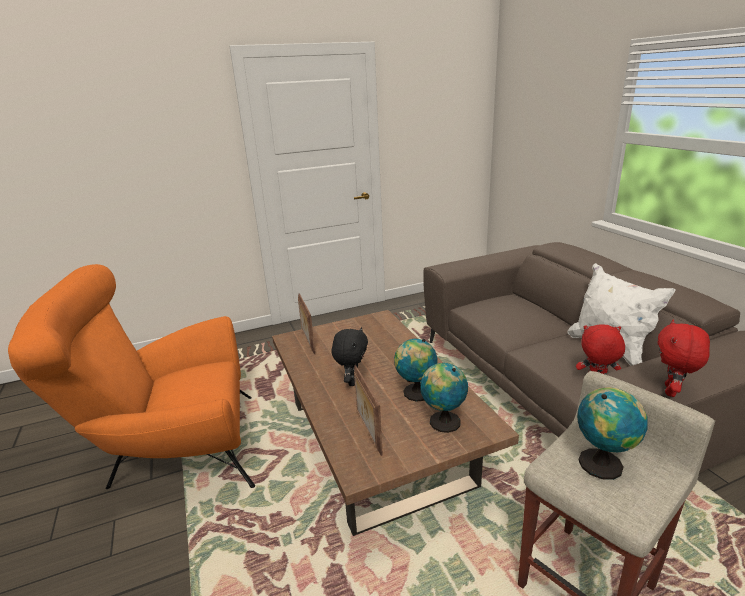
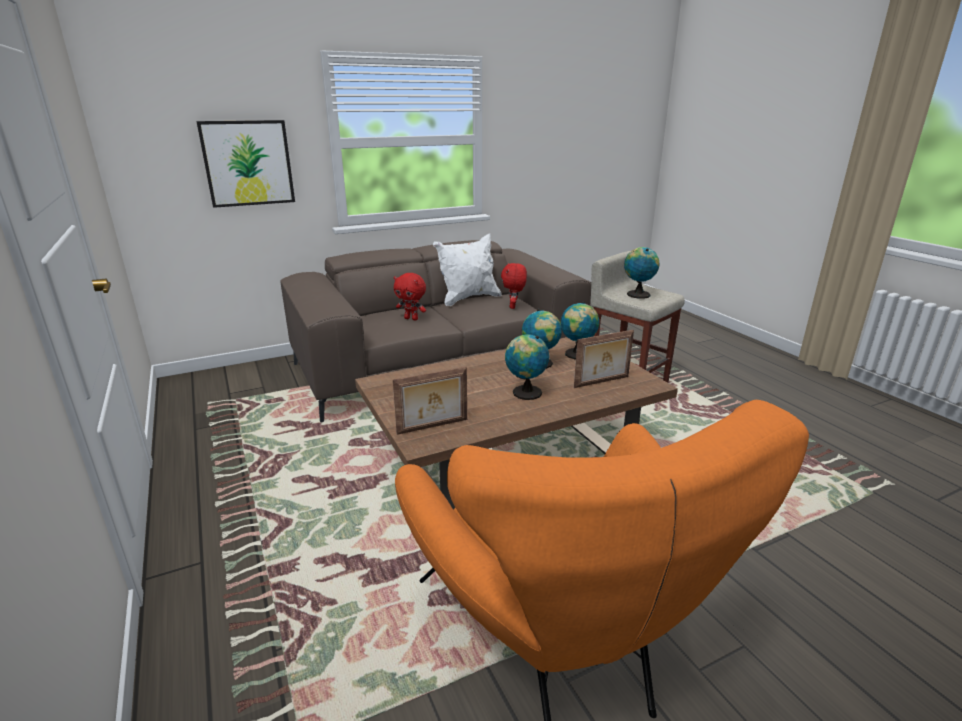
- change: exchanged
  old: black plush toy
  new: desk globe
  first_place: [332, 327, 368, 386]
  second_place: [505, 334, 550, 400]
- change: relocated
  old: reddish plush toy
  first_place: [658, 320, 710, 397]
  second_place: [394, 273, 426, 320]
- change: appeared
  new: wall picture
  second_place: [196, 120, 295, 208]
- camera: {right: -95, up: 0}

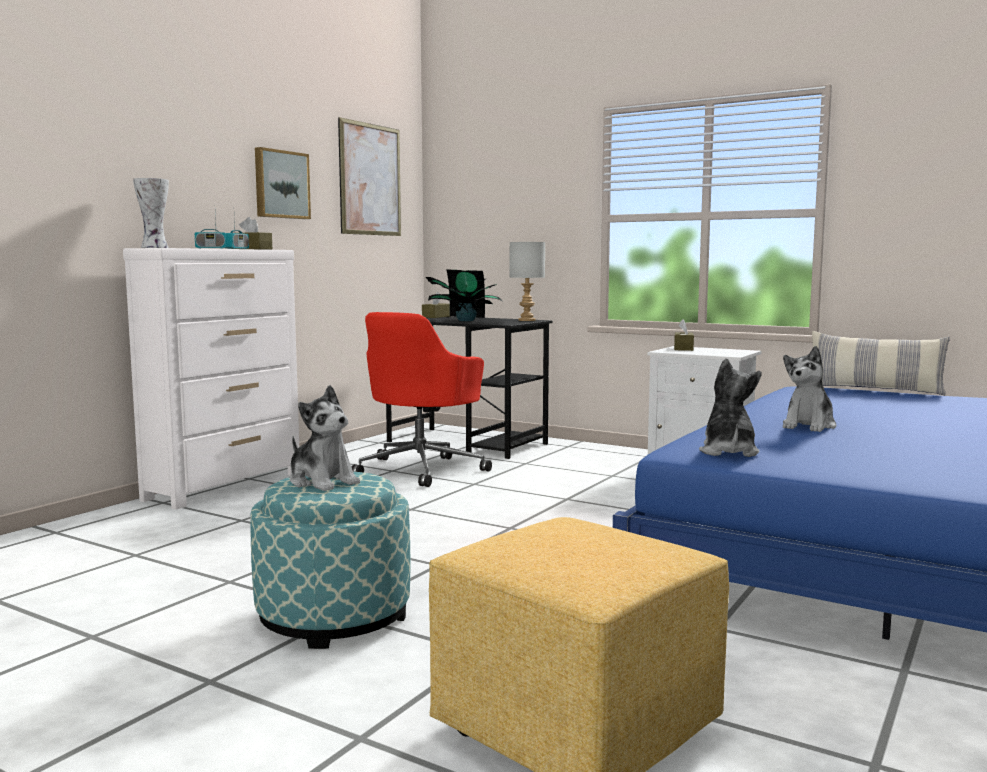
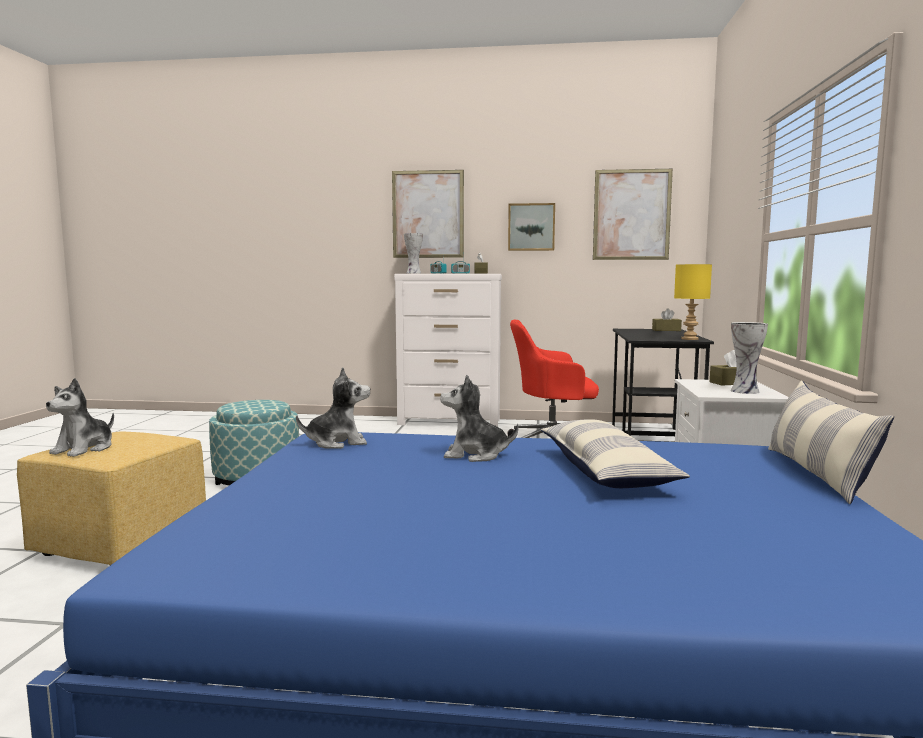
- change: relocated
  old: plush toy
  first_place: [290, 385, 360, 491]
  second_place: [46, 378, 114, 457]
- change: missing
  old: plant in a pot
  first_place: [425, 269, 503, 321]
- change: colour
  old: gray tabletop lamp
  new: yellowish tabletop lamp
  first_place: [509, 242, 545, 321]
  second_place: [674, 264, 712, 340]
- change: appeared
  new: wall picture
  second_place: [392, 170, 464, 258]
- change: appeared
  new: pillow
  second_place: [541, 419, 690, 488]
- change: appeared
  new: vase
  second_place: [731, 322, 768, 394]
- camera: {right: 65, up: 0}

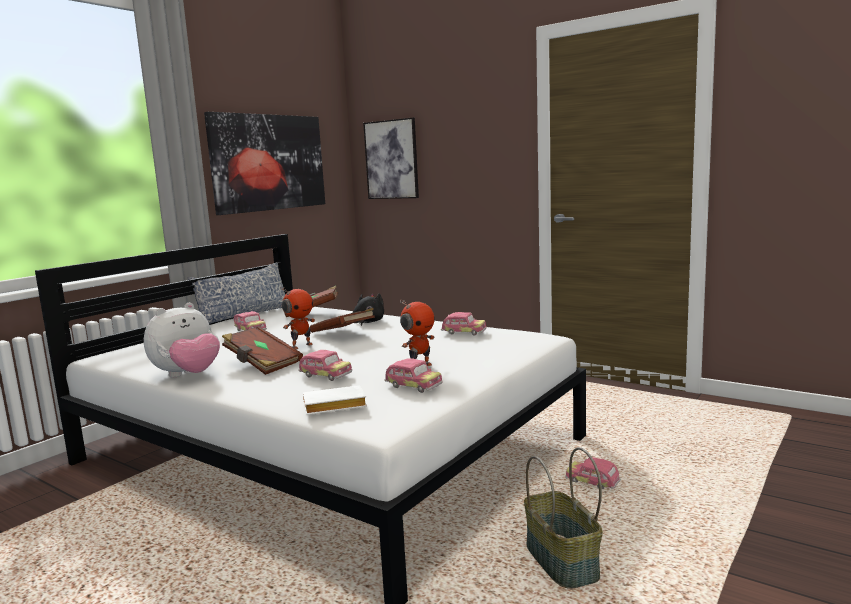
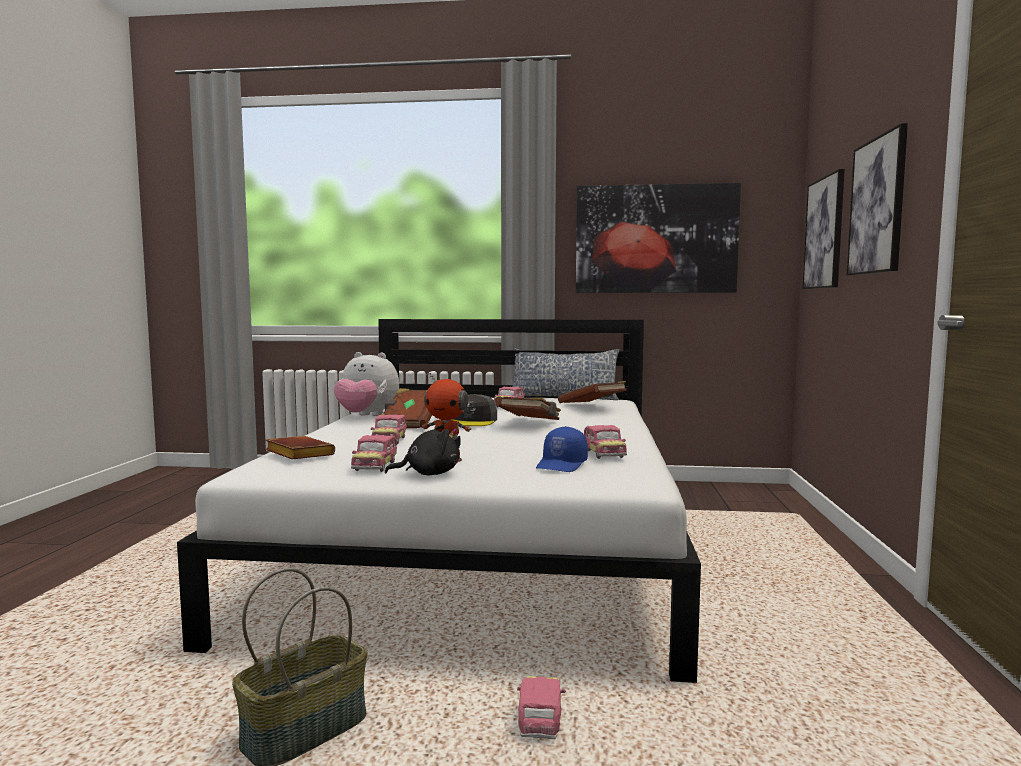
- change: exchanged
  old: toy robot
  new: gray cap
  first_place: [280, 287, 315, 349]
  second_place: [452, 394, 497, 426]
- change: colour
  old: white-coloured bound book
  new: brown bound book
  first_place: [303, 385, 367, 415]
  second_place: [265, 436, 335, 460]
- change: relocated
  old: black plush toy
  first_place: [353, 293, 384, 326]
  second_place: [385, 424, 459, 476]
- change: appeared
  new: blue cap
  second_place: [536, 426, 588, 472]
- change: appeared
  new: wall picture
  second_place: [847, 123, 908, 276]
- camera: {right: 60, up: -5}

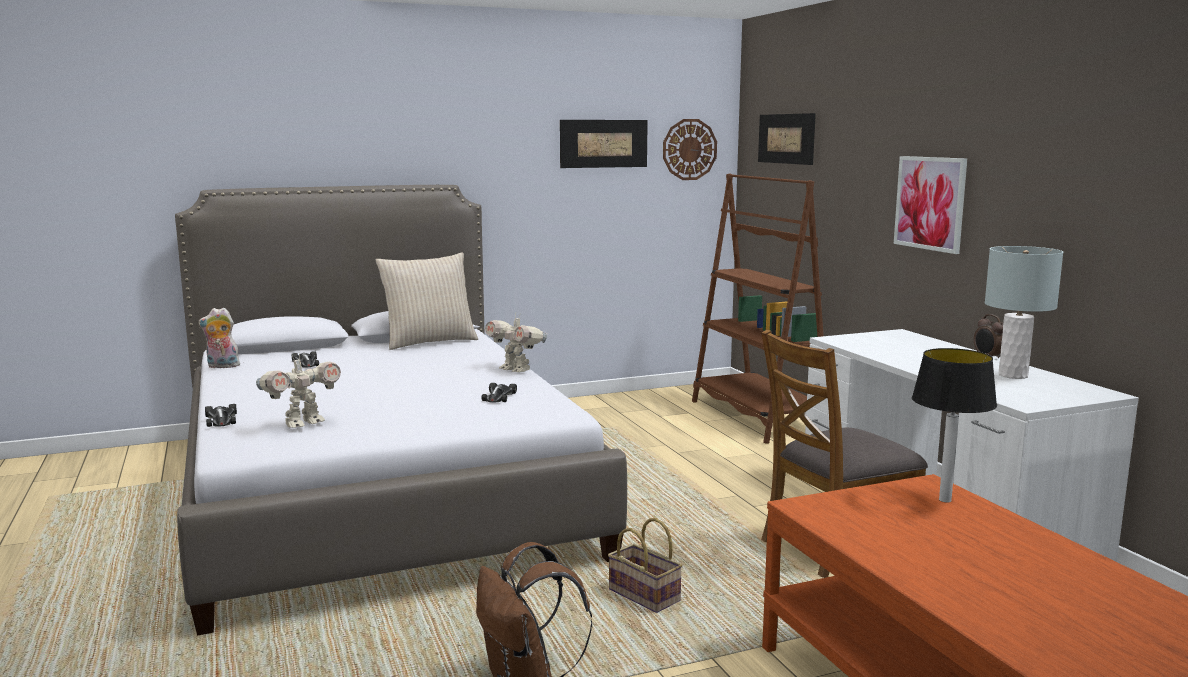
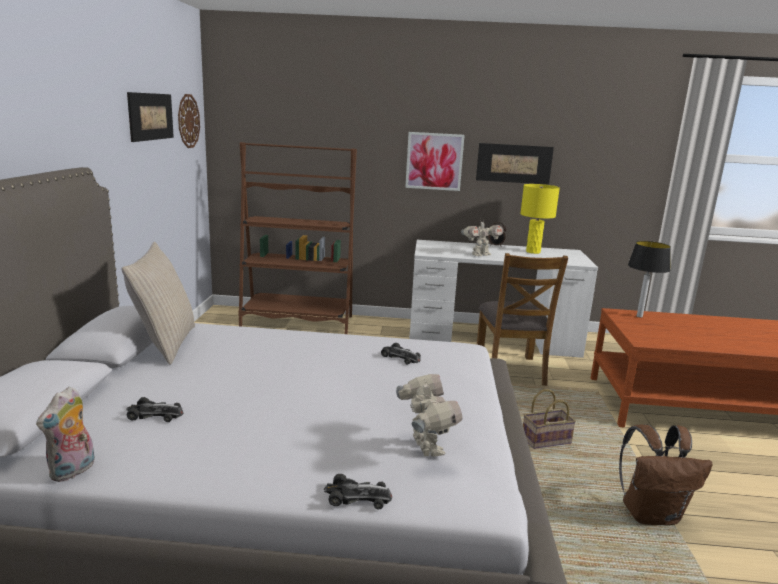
- change: relocated
  old: toy robot
  first_place: [485, 313, 547, 372]
  second_place: [461, 222, 504, 256]
- change: relocated
  old: wall picture
  first_place: [758, 113, 816, 165]
  second_place: [476, 143, 554, 185]
- change: colour
  old: gray tabletop lamp
  new: yellowish tabletop lamp
  first_place: [985, 246, 1063, 379]
  second_place: [520, 184, 560, 254]
- camera: {right: -65, up: 5}

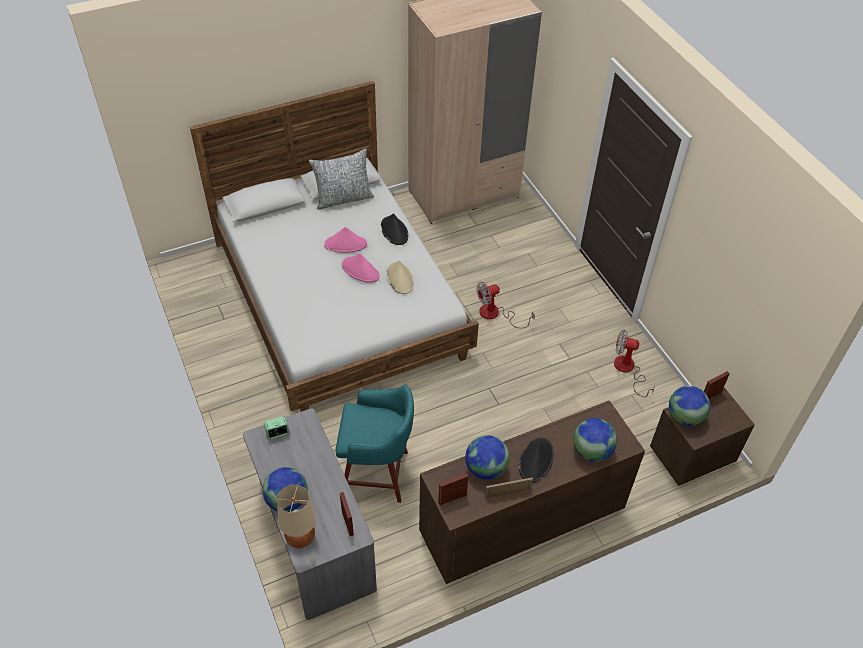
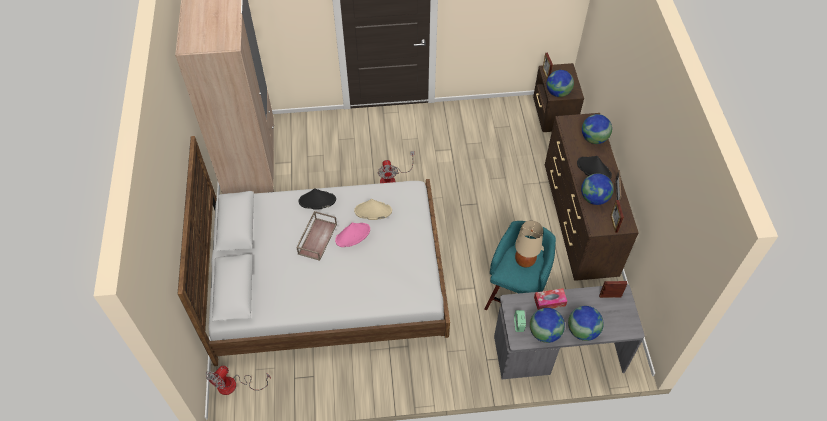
- change: relocated
  old: beige-coloured tabletop lamp
  first_place: [277, 484, 316, 548]
  second_place: [515, 221, 543, 267]
- change: missing
  old: pillow
  first_place: [309, 148, 374, 209]
- change: exchanged
  old: pink hat
  new: brown tray
  first_place: [324, 227, 367, 253]
  second_place: [296, 211, 337, 261]
- change: relocated
  old: fan
  first_place: [614, 329, 655, 397]
  second_place: [205, 365, 271, 395]
- change: appeared
  new: desk globe
  second_place: [530, 308, 565, 343]
- change: appeared
  new: tissue box
  second_place: [534, 288, 567, 310]
- camera: {right: -70, up: 5}

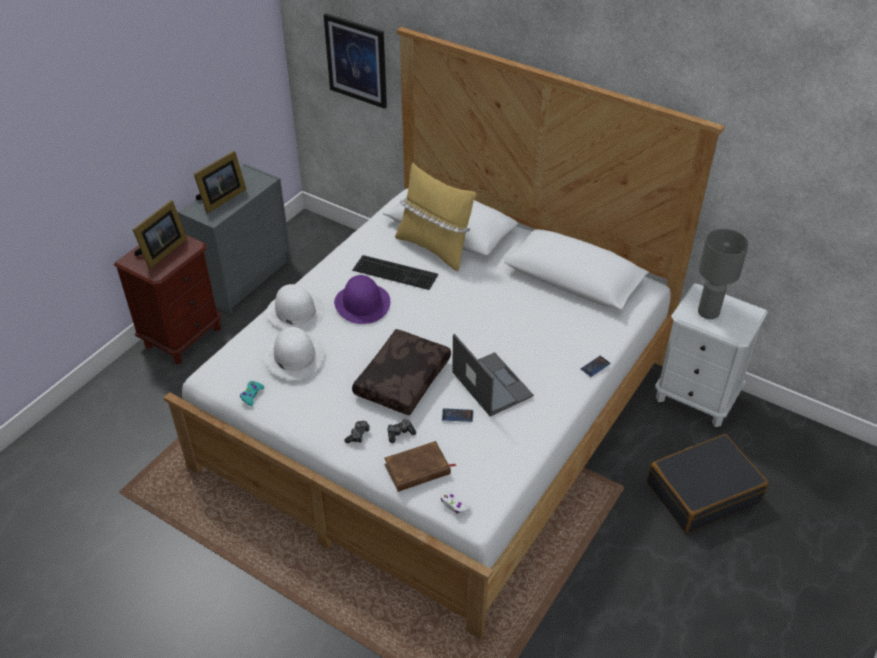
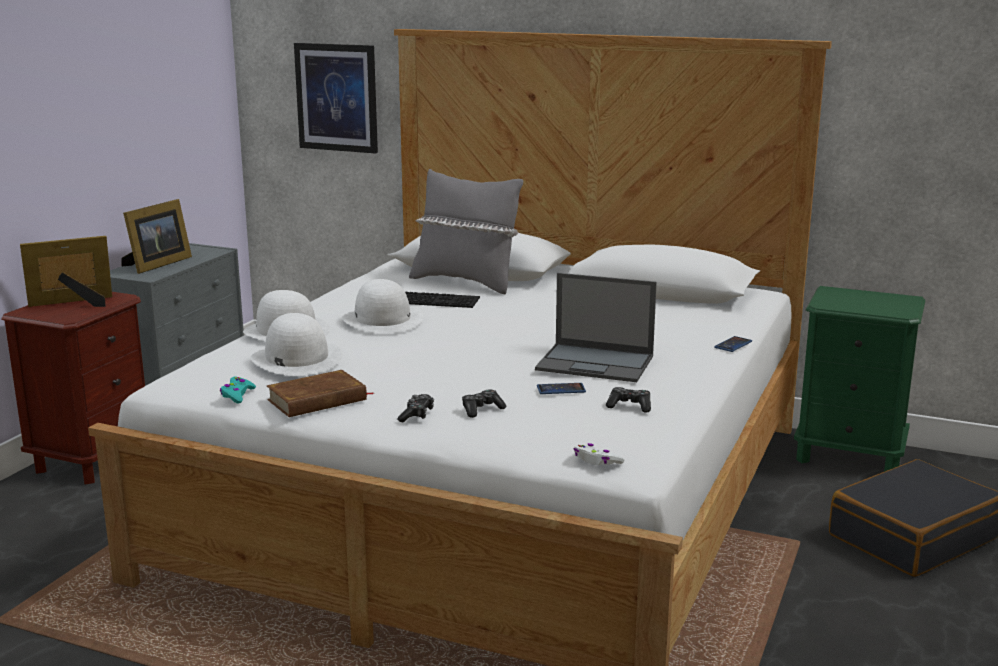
- change: spun
  old: picture frame
  first_place: [133, 200, 187, 269]
  second_place: [20, 236, 112, 307]
  degrees: -135
- change: colour
  old: purple hat
  new: white-coloured hat
  first_place: [334, 275, 390, 324]
  second_place: [342, 279, 423, 334]
- change: missing
  old: brown pillow
  first_place: [352, 329, 451, 415]
- change: relocated
  old: brown bound book
  first_place: [384, 441, 456, 492]
  second_place: [267, 370, 374, 417]
- change: colour
  old: yellowish pillow
  new: gray pillow
  first_place: [395, 163, 476, 271]
  second_place: [409, 169, 523, 294]
- change: spun
  old: notebook computer
  first_place: [452, 334, 534, 416]
  second_place: [535, 273, 657, 382]
  degrees: 150
- change: colour
  old: white-coloured bedside table
  new: green bedside table
  first_place: [655, 283, 768, 427]
  second_place: [794, 286, 925, 472]
- change: missing
  old: gray tabletop lamp
  first_place: [698, 229, 749, 319]
- change: appeared
  new: game controller
  second_place: [606, 387, 651, 413]
- camera: {right: -10, up: -25}

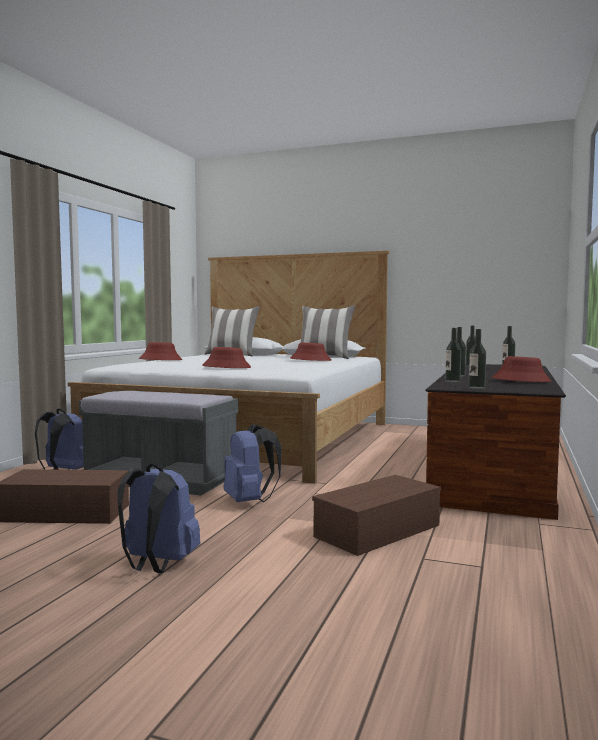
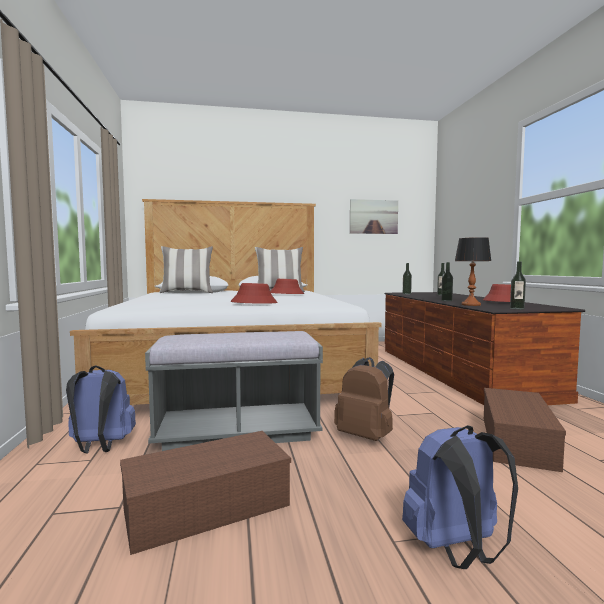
- change: missing
  old: reddish hat
  first_place: [139, 342, 182, 360]
- change: colour
  old: blue knapsack
  new: brown knapsack
  first_place: [223, 424, 282, 502]
  second_place: [334, 357, 394, 441]
- change: exchanged
  old: beverage bottle
  new: tabletop lamp
  first_place: [445, 328, 461, 382]
  second_place: [455, 237, 491, 306]
- change: appeared
  new: wall picture
  second_place: [350, 199, 398, 234]
- camera: {right: -30, up: 0}

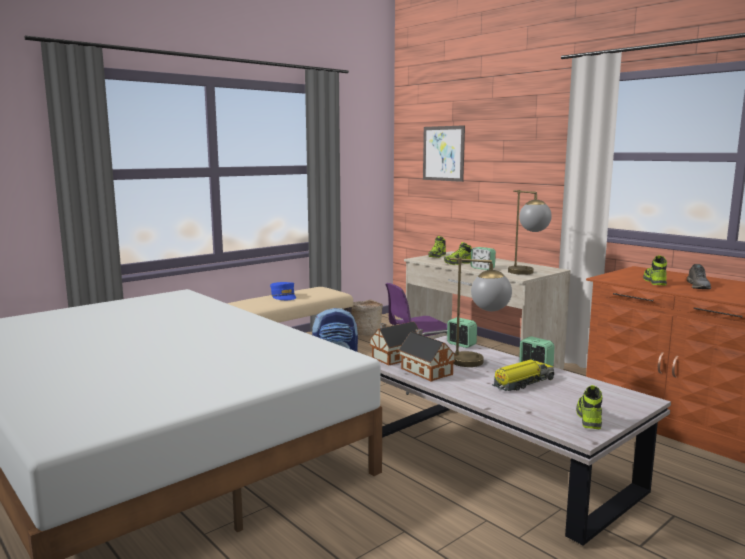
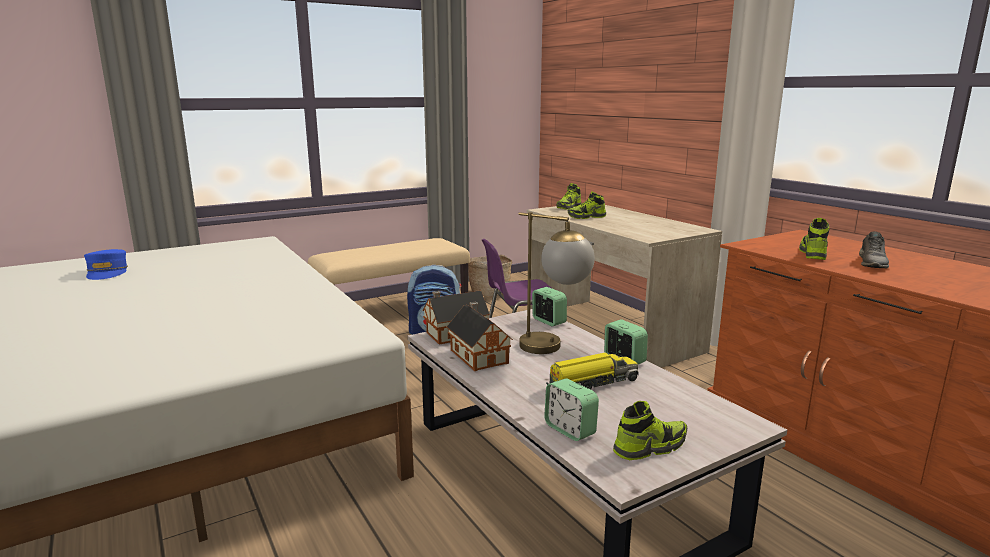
- change: relocated
  old: blue cap
  first_place: [270, 282, 296, 300]
  second_place: [84, 249, 128, 280]
- change: missing
  old: wall picture
  first_place: [423, 125, 465, 182]
- change: relocated
  old: table clock
  first_place: [470, 247, 496, 270]
  second_place: [544, 378, 599, 441]
- change: missing
  old: tabletop lamp
  first_place: [508, 190, 552, 275]
- change: spun
  old: item of footwear
  first_place: [576, 385, 602, 429]
  second_place: [613, 401, 687, 460]
  degrees: 45
- camera: {right: 10, up: 5}

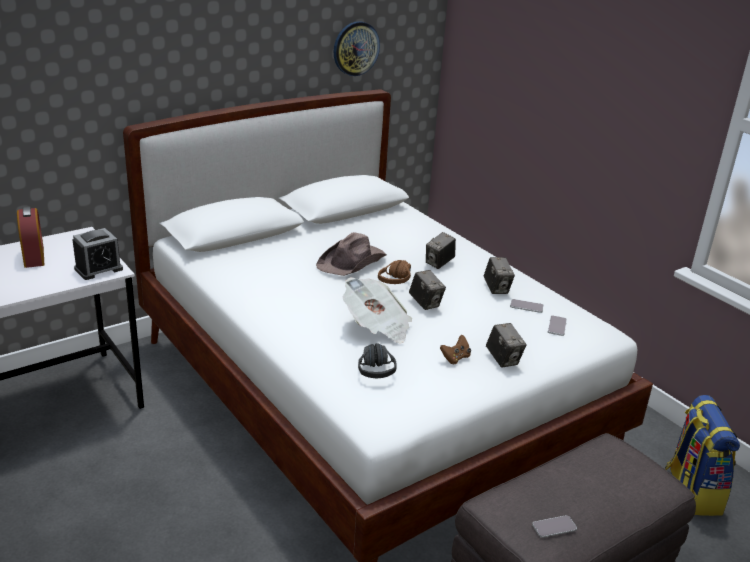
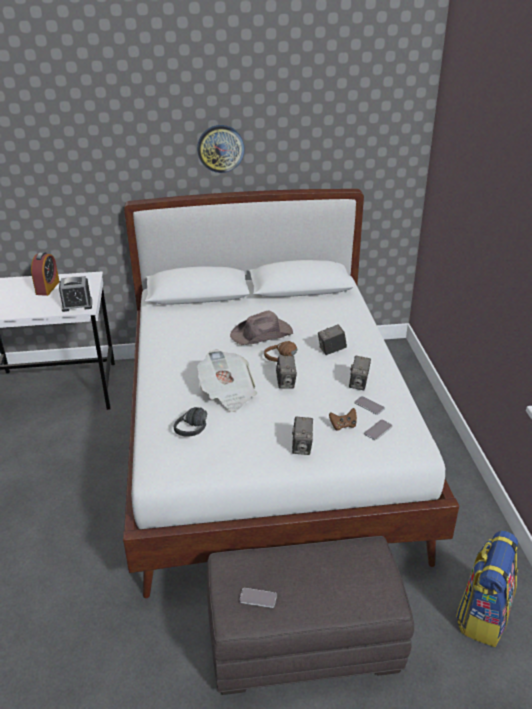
- change: relocated
  old: wall clock
  first_place: [334, 21, 380, 76]
  second_place: [197, 125, 245, 173]
- change: relocated
  old: brown game controller
  first_place: [440, 335, 471, 364]
  second_place: [329, 408, 357, 431]
- camera: {right: 30, up: 5}

